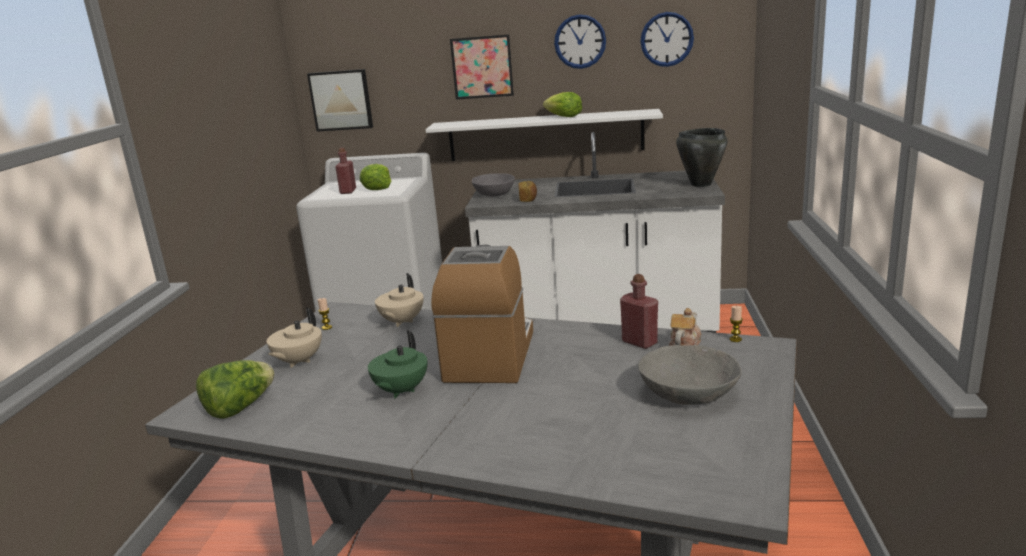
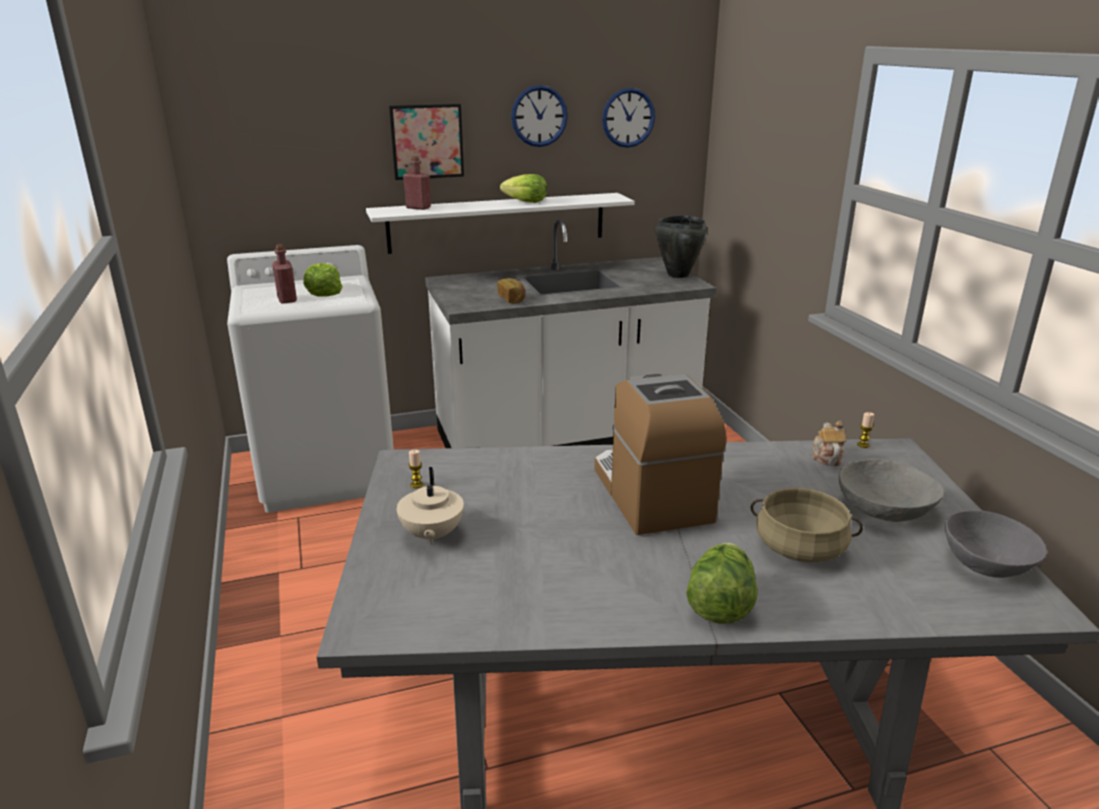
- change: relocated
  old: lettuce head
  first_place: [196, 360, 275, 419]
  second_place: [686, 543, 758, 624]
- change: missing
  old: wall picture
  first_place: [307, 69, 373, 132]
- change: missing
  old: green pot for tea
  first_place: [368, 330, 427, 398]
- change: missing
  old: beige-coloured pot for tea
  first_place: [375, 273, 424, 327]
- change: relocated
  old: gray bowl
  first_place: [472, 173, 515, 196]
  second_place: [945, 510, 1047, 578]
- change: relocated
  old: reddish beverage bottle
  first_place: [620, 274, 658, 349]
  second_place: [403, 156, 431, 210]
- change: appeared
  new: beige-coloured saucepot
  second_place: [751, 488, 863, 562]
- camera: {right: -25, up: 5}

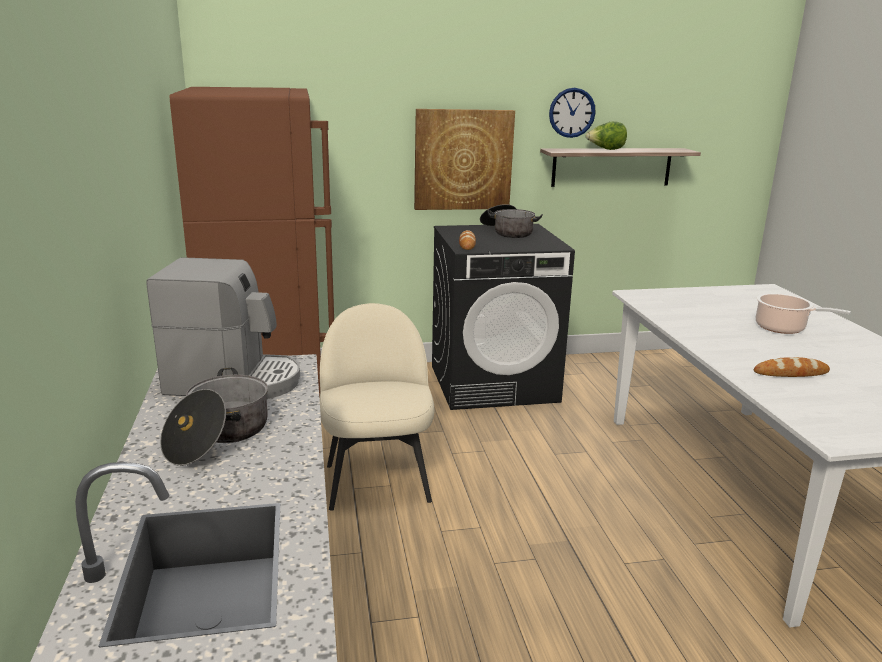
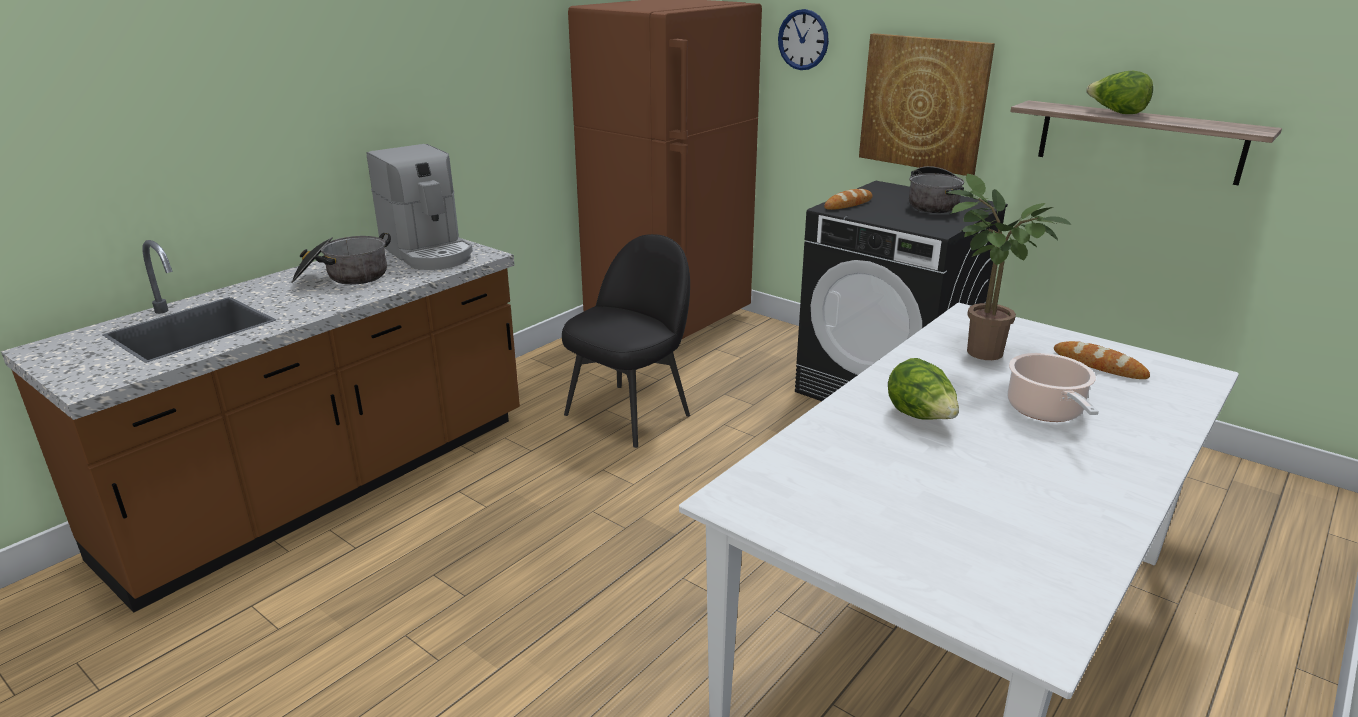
- change: colour
  old: beige-coloured plain chair
  new: black plain chair
  first_place: [320, 303, 434, 511]
  second_place: [562, 234, 690, 448]
- change: relocated
  old: wall clock
  first_place: [549, 88, 596, 138]
  second_place: [778, 9, 829, 70]
- change: relocated
  old: bakery bread
  first_place: [754, 357, 830, 377]
  second_place: [1054, 341, 1150, 379]
- change: appeared
  new: lettuce head
  second_place: [888, 358, 959, 420]
- change: appeared
  new: plant in a pot
  second_place: [946, 174, 1071, 360]
- camera: {right: 50, up: 5}

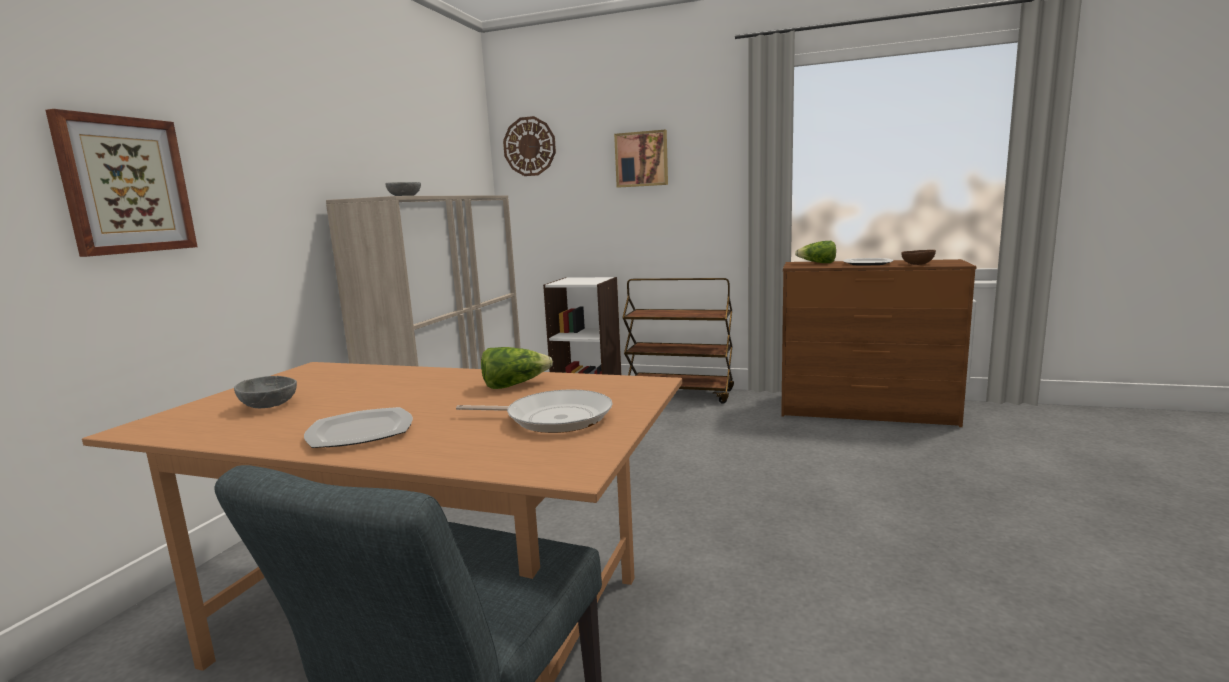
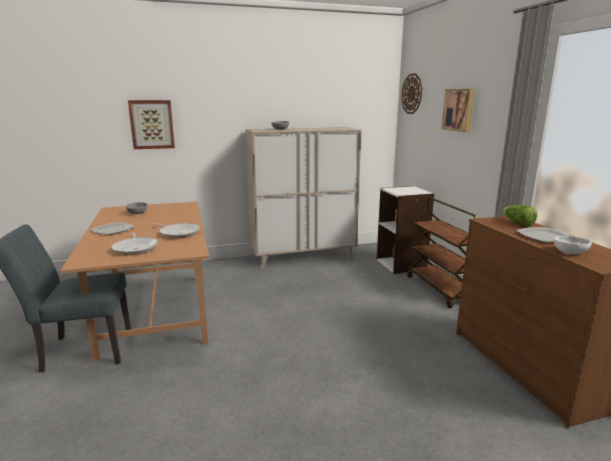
- change: exchanged
  old: lettuce head
  new: skillet
  first_place: [481, 347, 553, 389]
  second_place: [154, 223, 200, 239]
- change: colour
  old: brown bowl
  new: white-coloured bowl
  first_place: [901, 250, 936, 265]
  second_place: [554, 236, 592, 254]
- camera: {right: 55, up: 5}

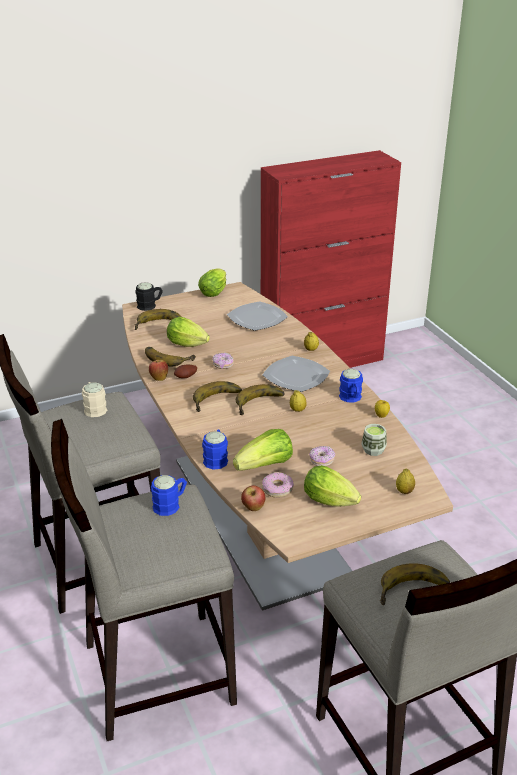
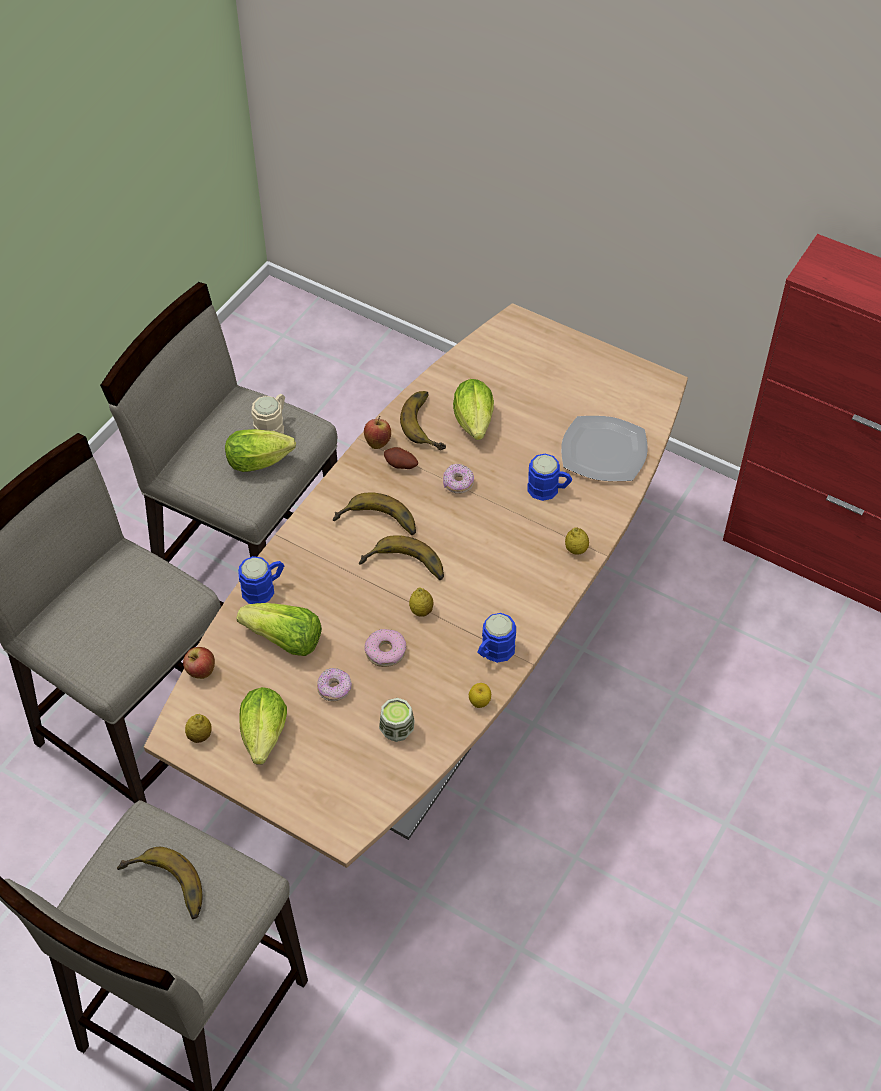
- change: missing
  old: whole banana
  first_place: [134, 309, 182, 330]
- change: missing
  old: black tea mug
  first_place: [136, 282, 163, 311]
- change: relocated
  old: blue tea mug
  first_place: [151, 475, 187, 516]
  second_place: [527, 454, 573, 501]
- change: relocated
  old: lettuce head
  first_place: [198, 268, 226, 297]
  second_place: [225, 429, 296, 472]
- change: missing
  old: plate
  first_place: [262, 356, 330, 392]
- change: relocated
  old: doughnut
  first_place: [262, 472, 294, 498]
  second_place: [364, 629, 407, 667]
- change: relocated
  old: lemon
  first_place: [396, 469, 415, 494]
  second_place: [185, 714, 212, 743]
- camera: {right: 55, up: 20}

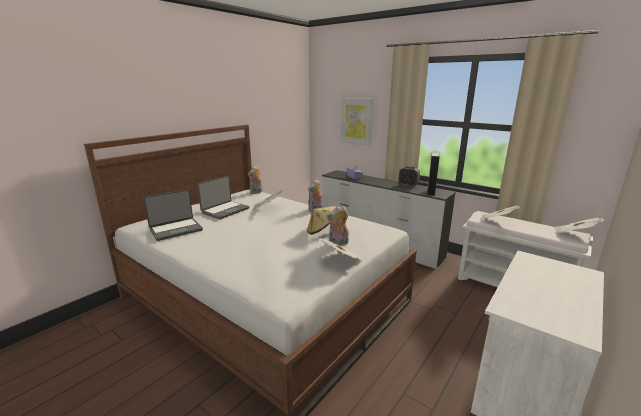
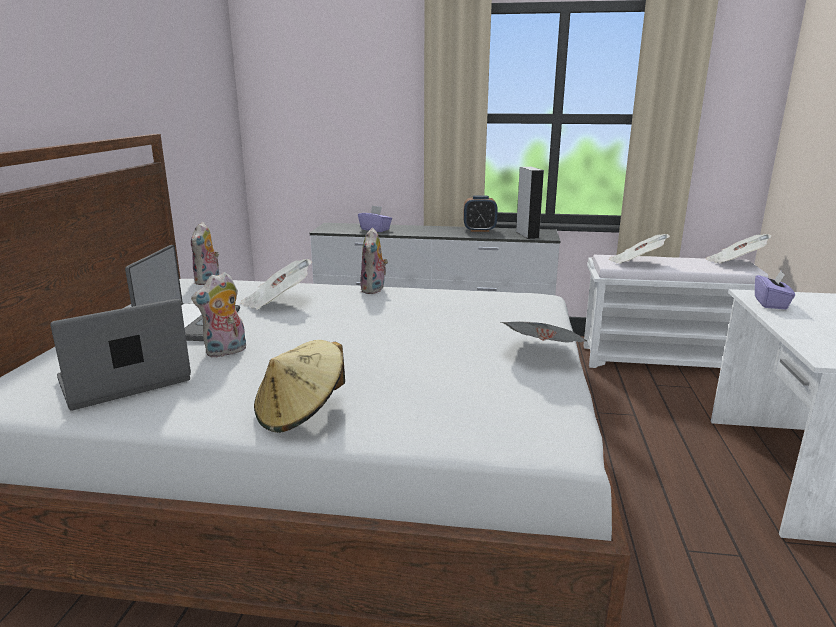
- change: spun
  old: notebook computer
  first_place: [144, 189, 203, 241]
  second_place: [50, 299, 191, 410]
  degrees: -150
- change: relocated
  old: beige-coloured hat
  first_place: [307, 206, 335, 235]
  second_place: [254, 340, 345, 433]
- change: relocated
  old: plush toy
  first_place: [326, 206, 349, 245]
  second_place: [191, 272, 246, 357]
- change: missing
  old: wall picture
  first_place: [340, 98, 374, 146]
- change: appeared
  new: purple tissue box
  second_place: [755, 271, 795, 309]
- camera: {right: -30, up: 0}

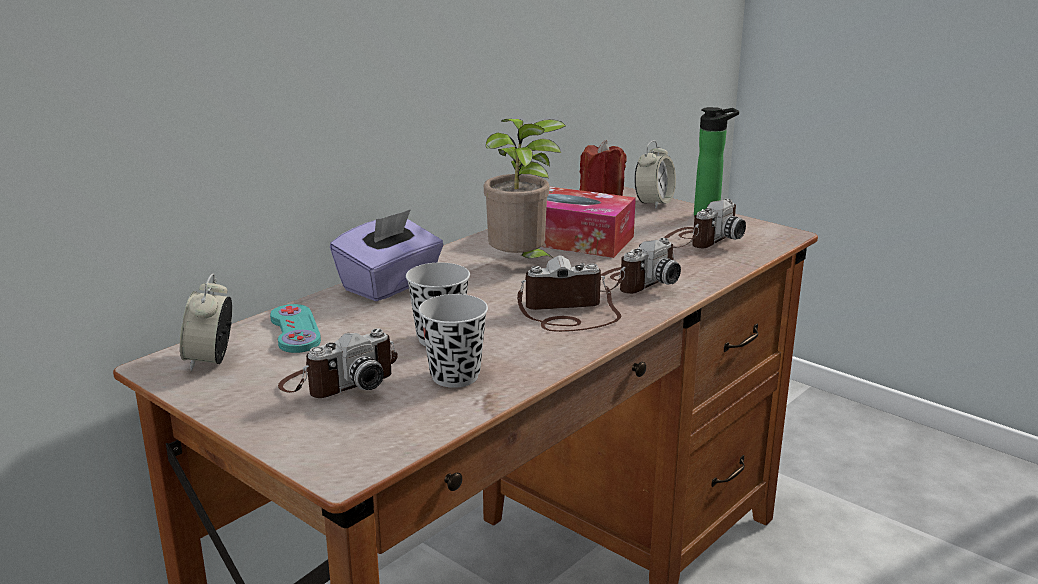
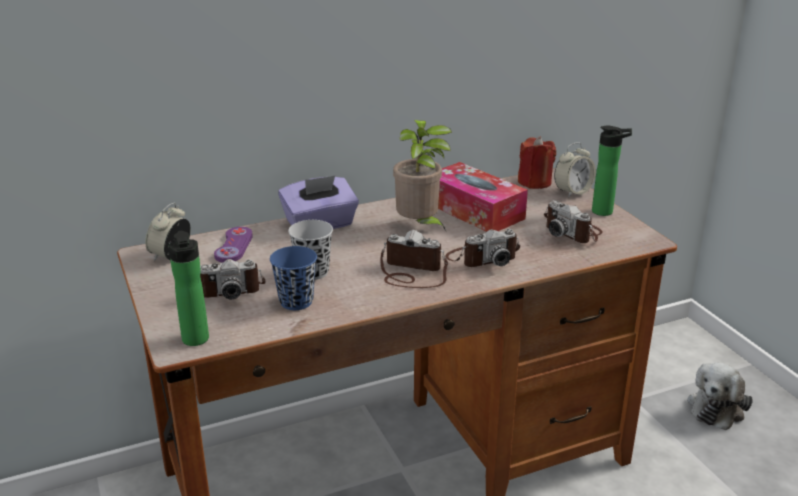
- change: colour
  old: blue-green game controller
  new: purple game controller
  first_place: [270, 304, 321, 353]
  second_place: [214, 227, 253, 263]
- change: colour
  old: black small cup
  new: blue small cup
  first_place: [418, 294, 488, 388]
  second_place: [270, 246, 317, 310]
- change: spun
  old: still camera
  first_place: [664, 199, 746, 248]
  second_place: [544, 200, 603, 243]
  degrees: 75
- change: appeared
  new: beverage bottle
  second_place: [168, 231, 209, 346]
- change: appeared
  new: plush toy
  second_place: [687, 362, 753, 430]
- camera: {right: 25, up: 5}

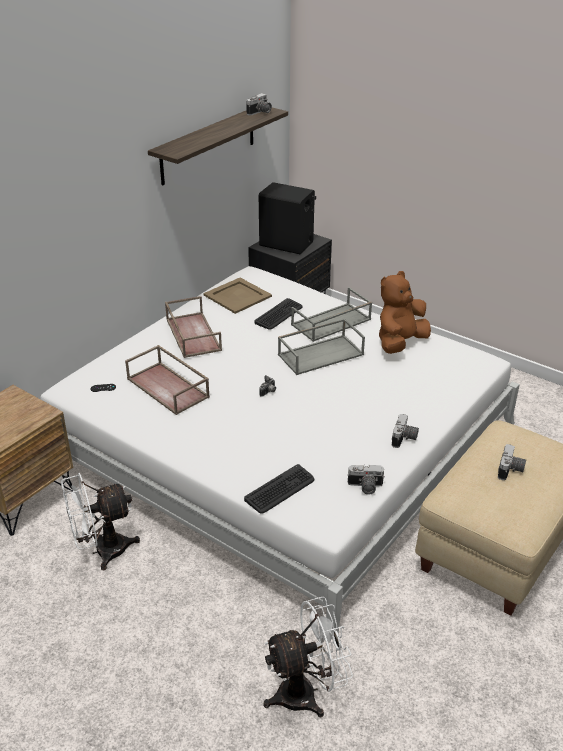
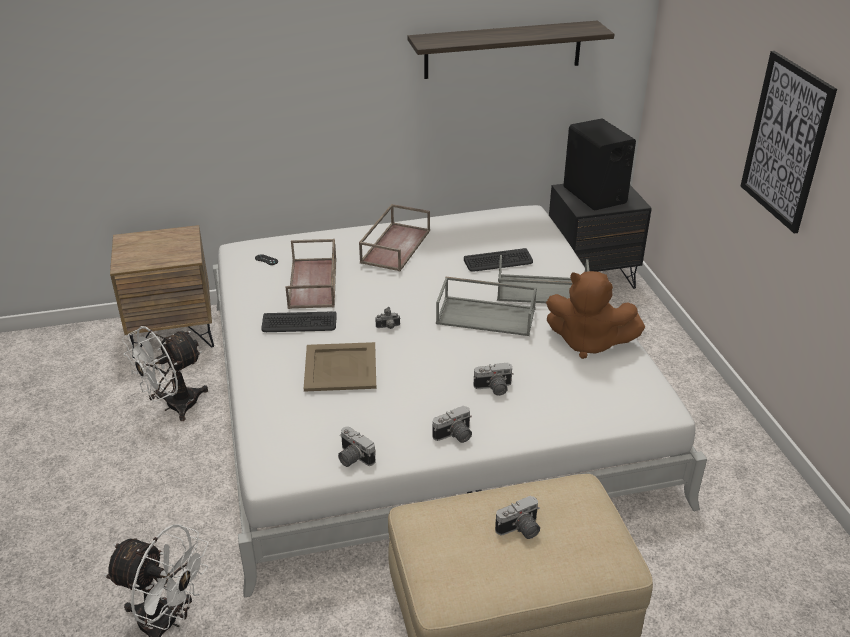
- change: spun
  old: white-coloured fan
  first_place: [61, 473, 140, 571]
  second_place: [122, 326, 208, 421]
  degrees: -60
- change: relocated
  old: beige-coloured tray
  first_place: [203, 278, 272, 314]
  second_place: [304, 342, 376, 392]
- change: relocated
  old: keyboard
  first_place: [244, 464, 315, 514]
  second_place: [261, 311, 337, 332]
- change: relocated
  old: still camera
  first_place: [246, 93, 272, 115]
  second_place: [474, 362, 514, 396]
- change: spun
  old: brown plush toy
  first_place: [379, 271, 431, 354]
  second_place: [546, 271, 645, 359]
  degrees: -150
- change: appeared
  new: wall picture
  second_place: [741, 51, 837, 234]
- camera: {right: 40, up: 0}

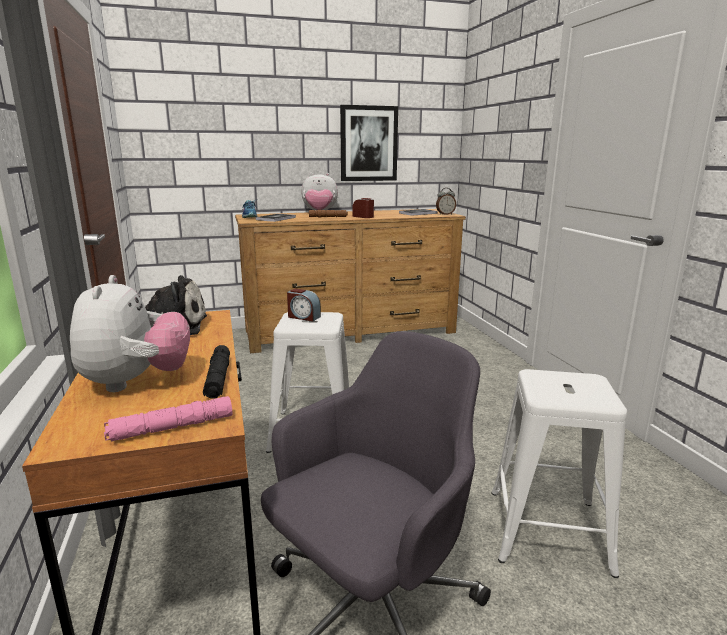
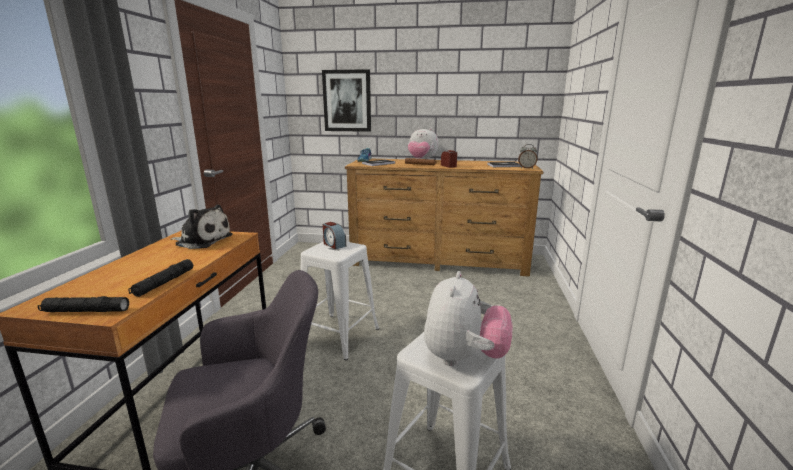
- change: relocated
  old: plush toy
  first_place: [70, 275, 190, 392]
  second_place: [424, 271, 512, 366]
- change: colour
  old: pink flashlight
  new: black flashlight
  first_place: [104, 396, 232, 441]
  second_place: [38, 296, 129, 312]
- change: relocated
  old: wall picture
  first_place: [340, 105, 398, 181]
  second_place: [322, 69, 371, 132]
- camera: {right: 25, up: 0}

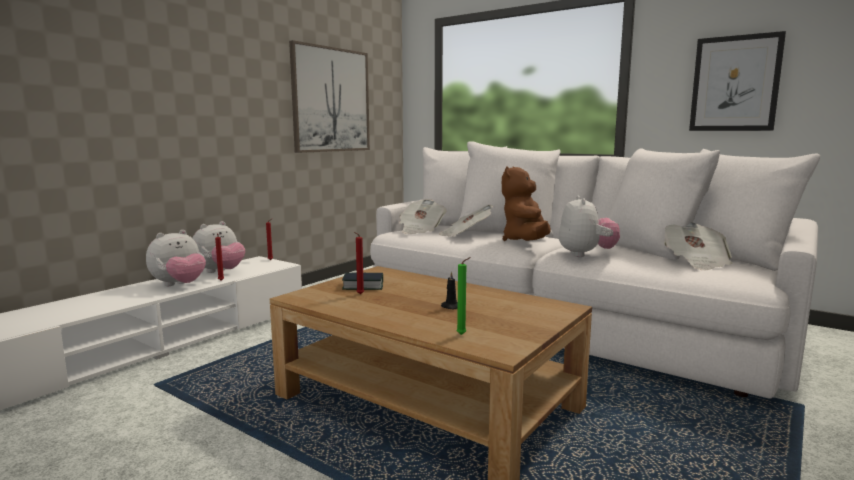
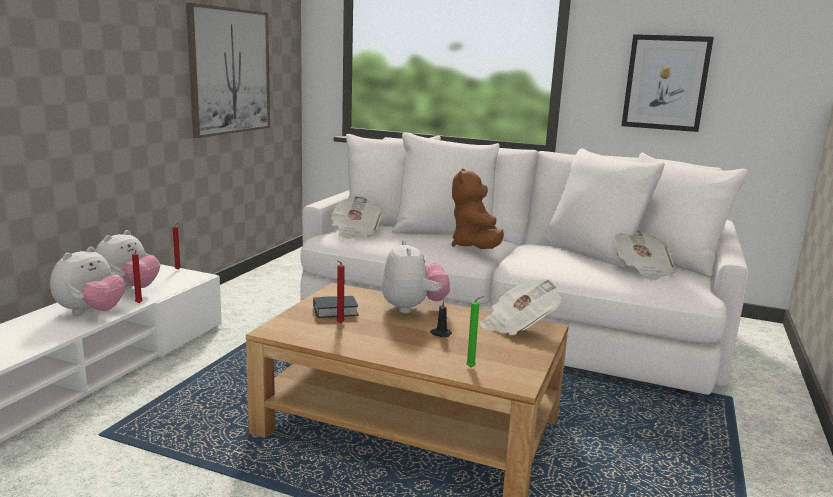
- change: relocated
  old: daily paper
  first_place: [439, 205, 494, 237]
  second_place: [480, 279, 561, 335]
- change: relocated
  old: plush toy
  first_place: [559, 196, 620, 257]
  second_place: [382, 240, 450, 313]
- camera: {right: -15, up: 5}

